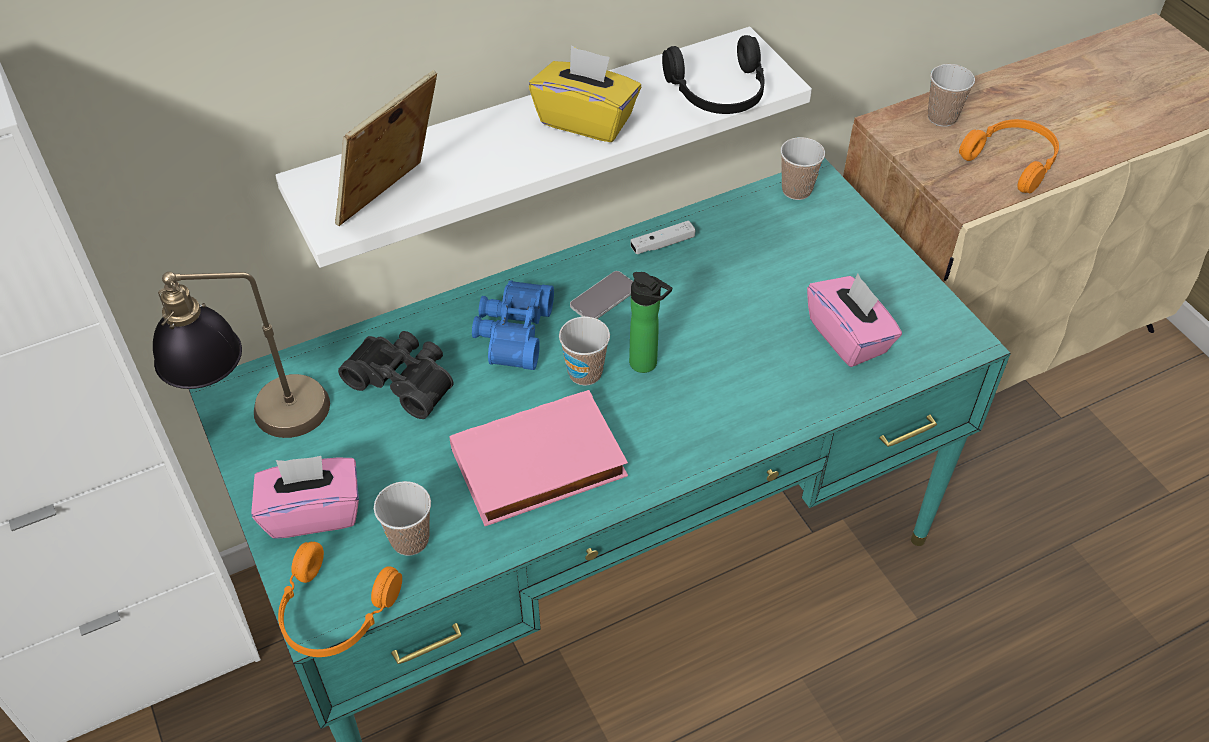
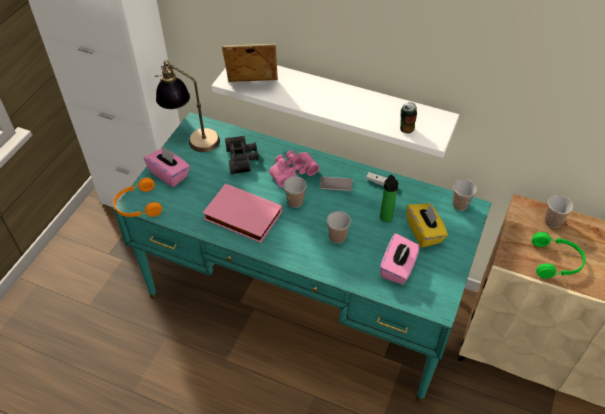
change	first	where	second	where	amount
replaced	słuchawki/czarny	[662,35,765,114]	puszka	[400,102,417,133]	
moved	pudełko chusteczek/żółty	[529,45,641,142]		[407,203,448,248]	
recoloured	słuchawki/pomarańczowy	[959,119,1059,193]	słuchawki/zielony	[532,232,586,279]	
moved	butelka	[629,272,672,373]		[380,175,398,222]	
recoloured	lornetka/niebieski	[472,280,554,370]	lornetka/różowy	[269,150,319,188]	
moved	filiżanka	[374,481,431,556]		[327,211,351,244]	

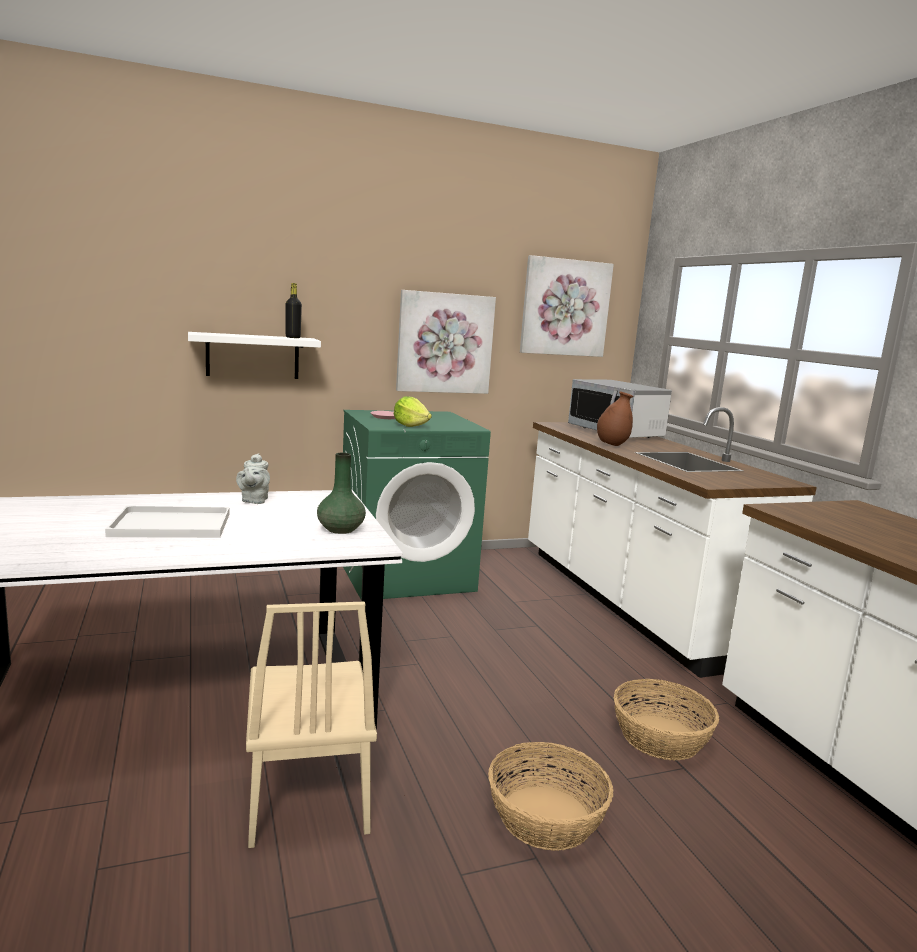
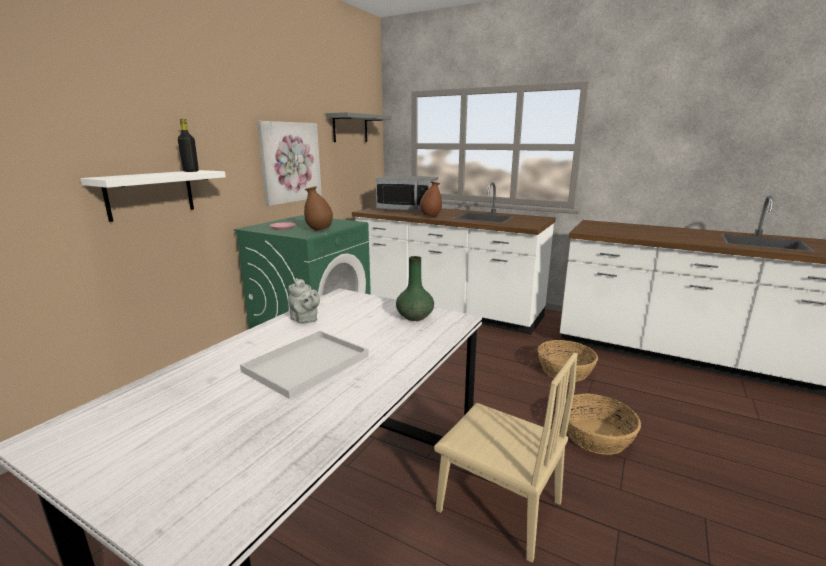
change	first	where	second	where	amount
replaced	obraz	[520,255,614,357]	półka/szary	[326,112,392,142]	
replaced	sałata	[394,396,432,427]	wazon/brązowy	[304,186,333,231]	

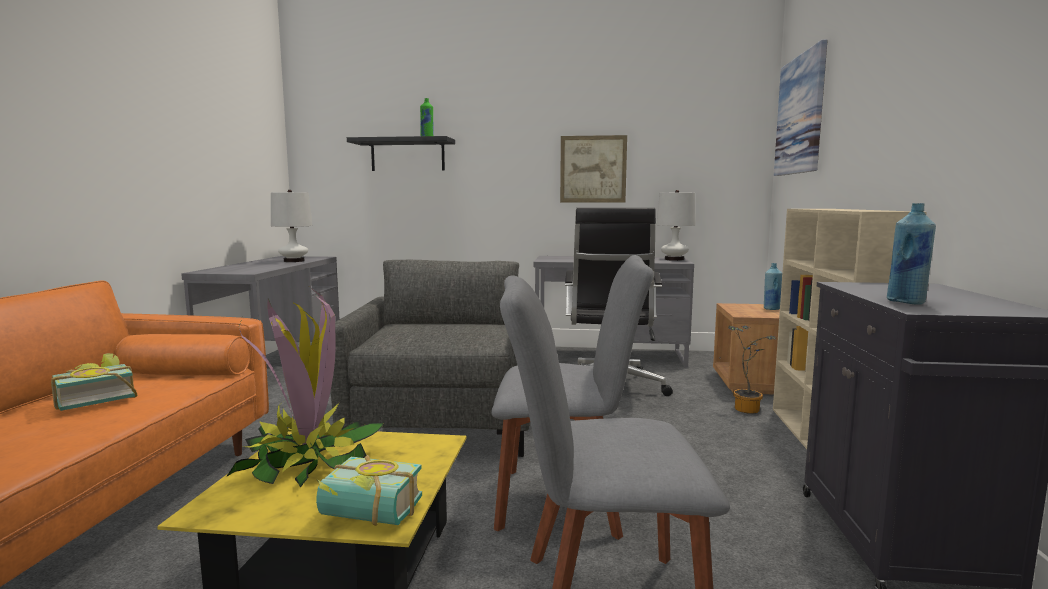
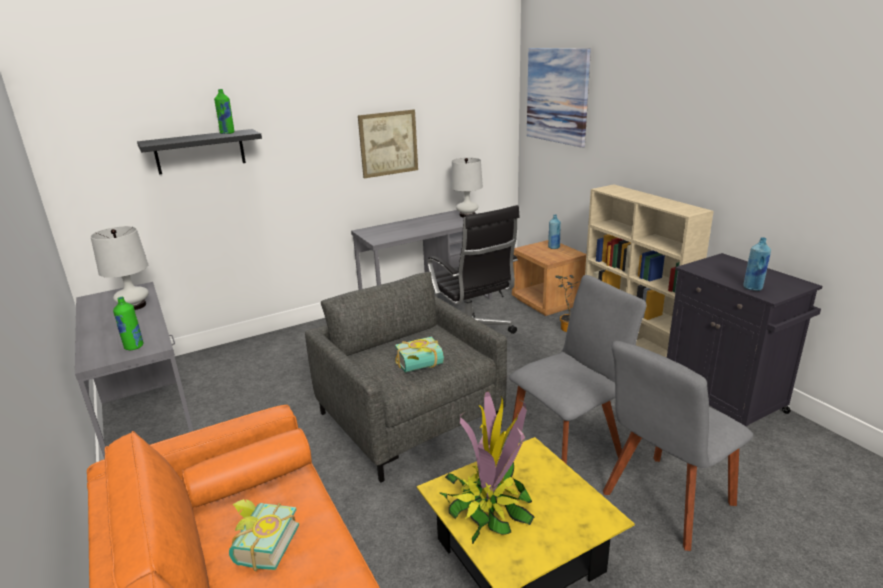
change	first	where	second	where	amount
moved	książka	[316,455,422,526]		[395,337,444,373]	
added			butelka/zielony	[113,297,144,350]	

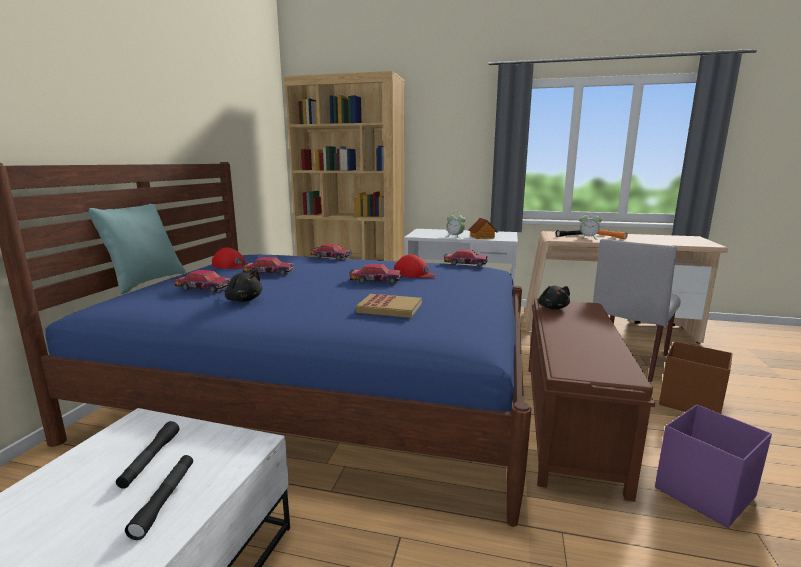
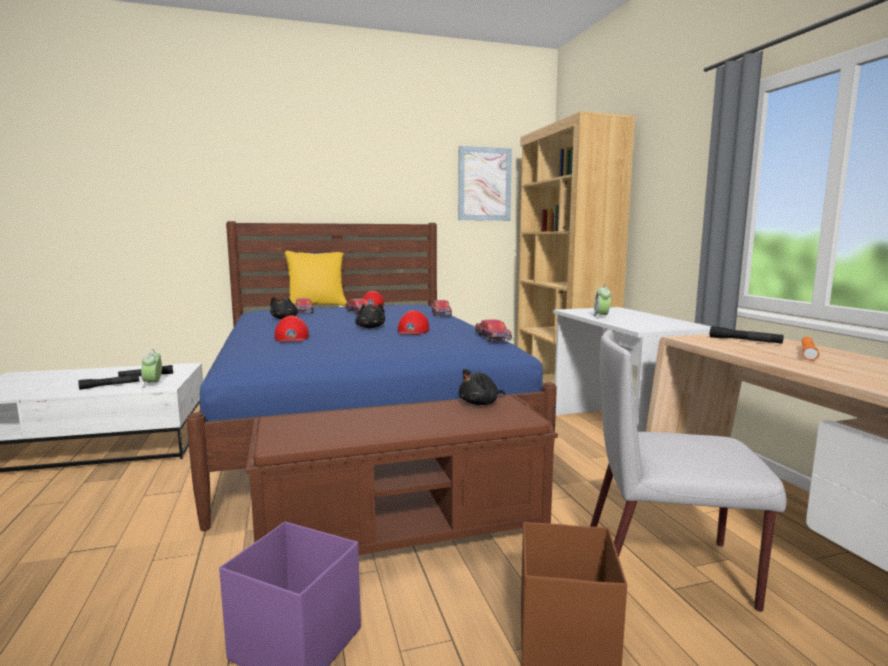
change	first	where	second	where	amount
recoloured	poduszka/turkusowy	[87,204,186,294]	poduszka/żółty	[284,251,347,306]	
moved	budzik	[579,212,602,240]		[141,349,162,388]	
removed	domek	[469,218,498,239]			
replaced	samochodzik	[349,264,401,284]	pluszak/czarny	[355,303,385,328]	
replaced	książka	[356,294,422,318]	czapka z daszkiem/czerwony	[274,316,309,343]	
added			obraz	[458,146,512,221]	

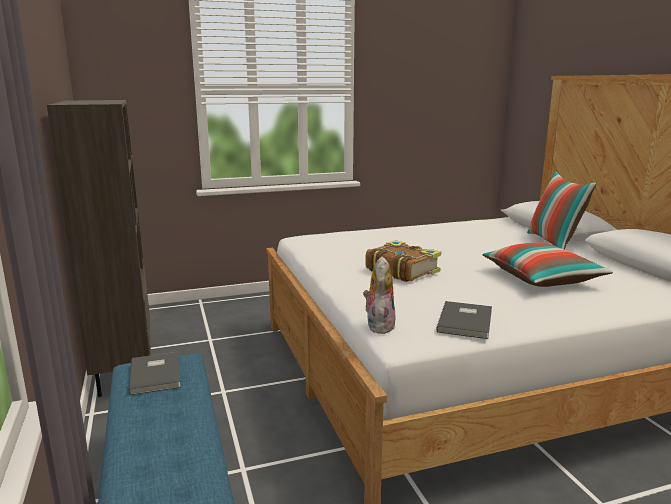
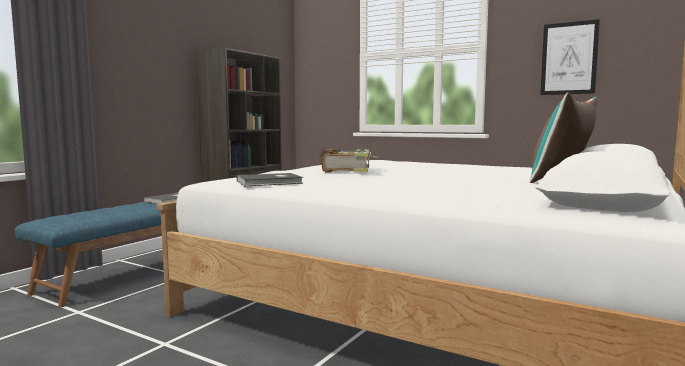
change	first	where	second	where	amount
removed	poduszka	[482,242,613,287]			
removed	pluszak	[363,256,395,334]			
added			obraz	[540,19,600,95]	

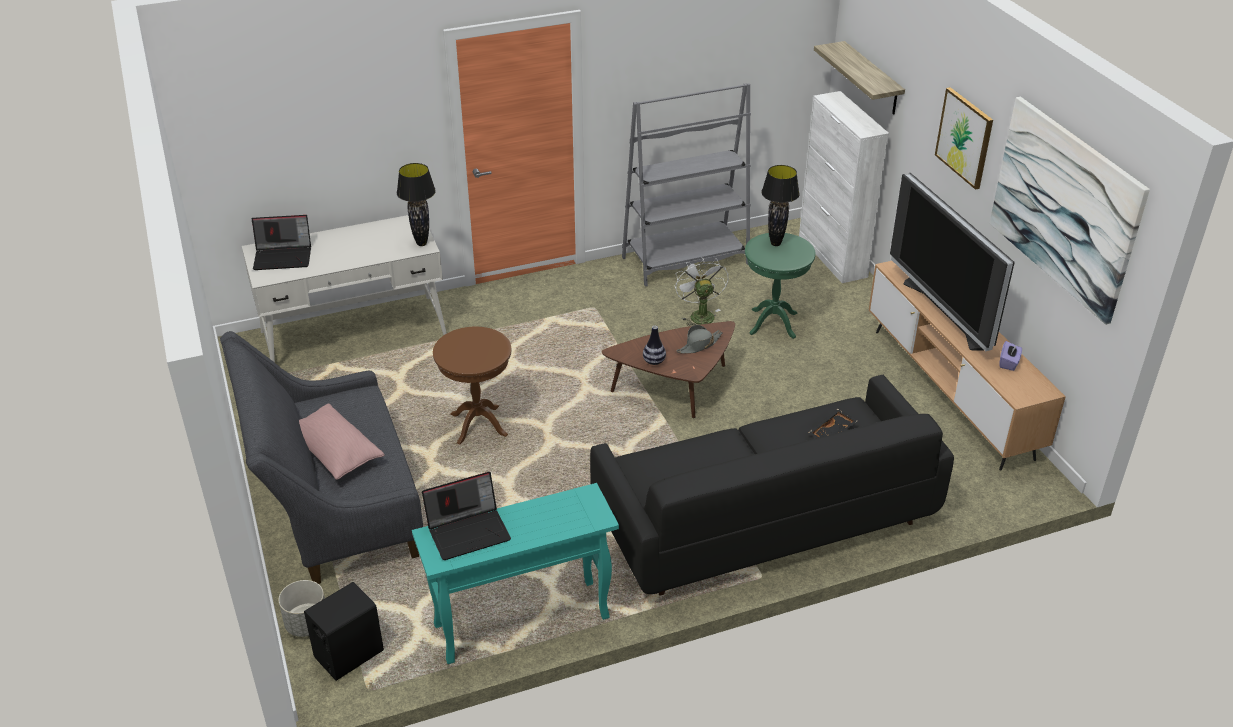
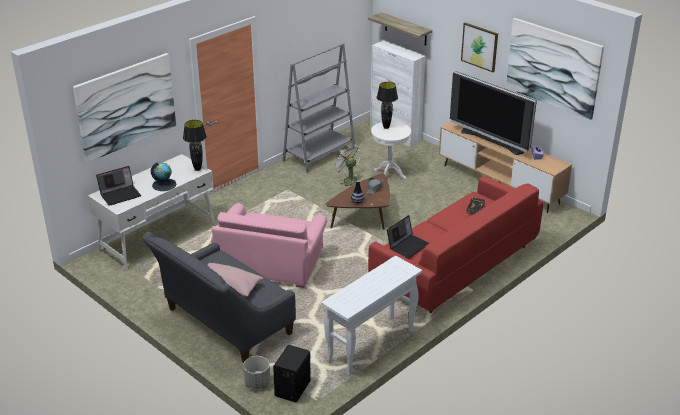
change	first	where	second	where	amount
recoloured	stolik/zielony	[745,233,816,339]	stolik/biały	[371,121,411,179]	
replaced	stolik/brązowy	[433,327,511,444]	fotel/różowy	[211,203,327,288]	
recoloured	kanapa/czarny	[590,375,954,596]	kanapa/czerwony	[368,176,543,313]	
moved	laptop	[422,472,511,560]		[387,215,429,259]	
recoloured	stolik konsolowy/turkusowy	[412,483,619,664]	stolik konsolowy/biały	[321,255,422,376]	
added			obraz	[73,53,176,163]	
added			globus	[151,162,176,191]	

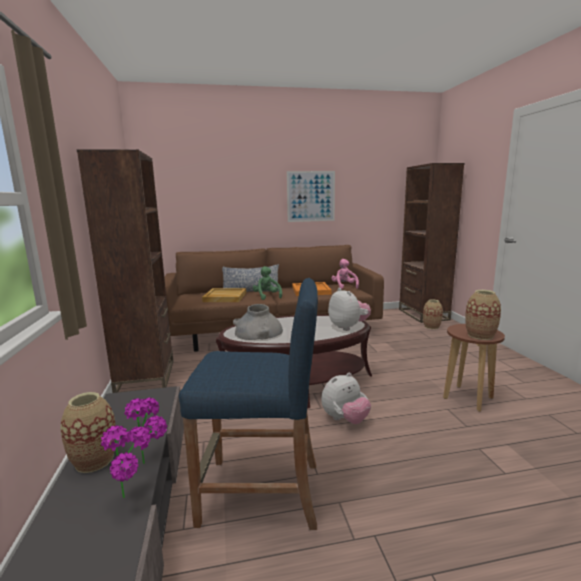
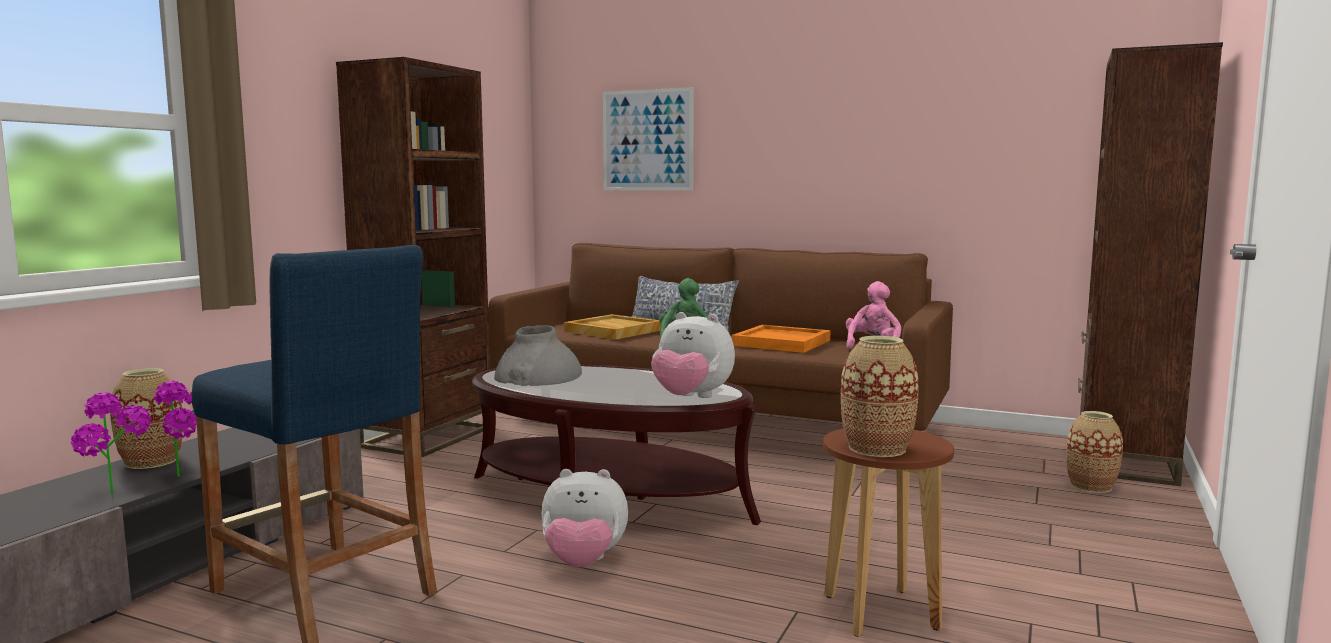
change	first	where	second	where	amount
moved	obraz	[287,171,335,222]		[603,87,694,191]	
turned	pluszak	[328,288,371,331]		[651,312,735,398]	105 degrees clockwise

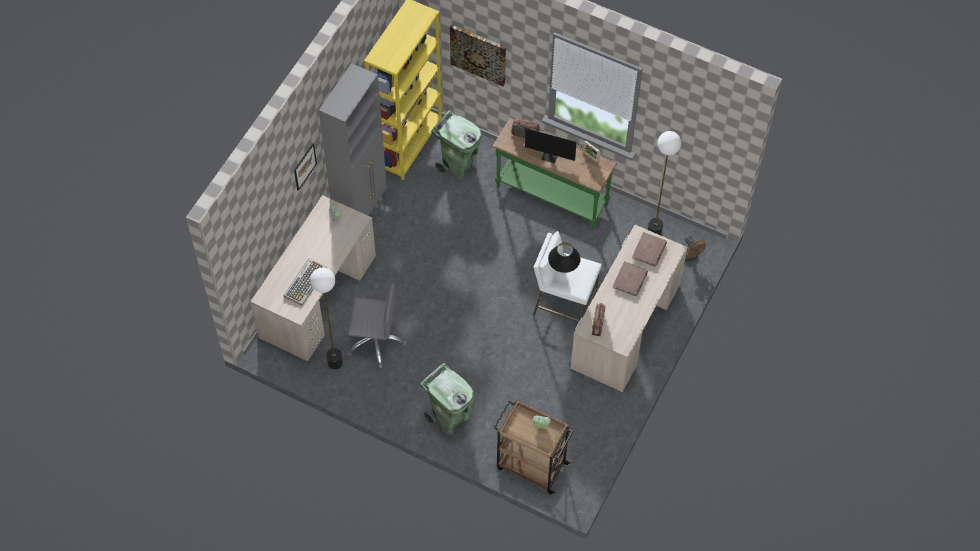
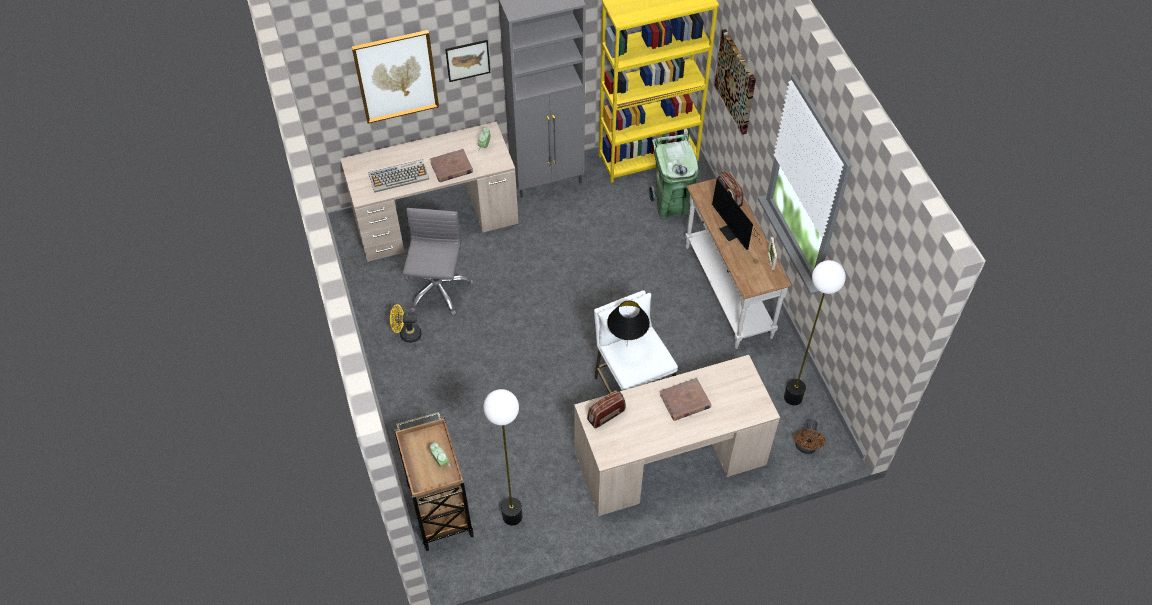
change	first	where	second	where	amount
recoloured	stolik konsolowy/zielony	[492,118,617,230]	stolik konsolowy/biały	[685,178,791,349]	
moved	książka/brązowy	[632,232,667,266]		[430,149,473,182]	
moved	lampa stojąca	[310,268,343,369]		[483,389,523,525]	
turned	krzesło biurowe/szary	[347,283,407,368]		[402,208,474,316]	135 degrees counterclockwise
removed	kosz na śmieci/zielony	[420,363,475,435]			
added			obraz	[352,30,439,124]	
added			wentylator/żółty	[390,304,421,343]	

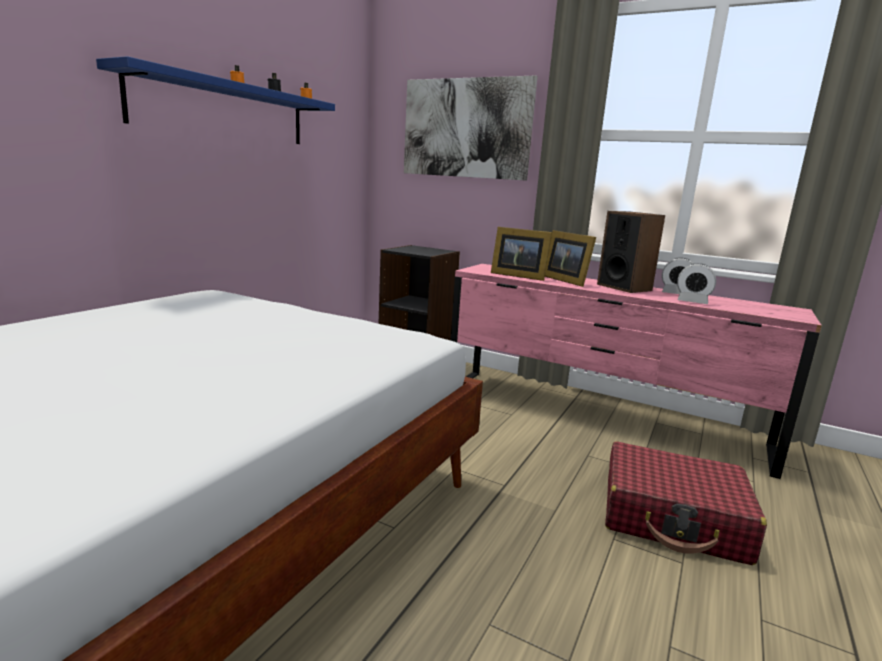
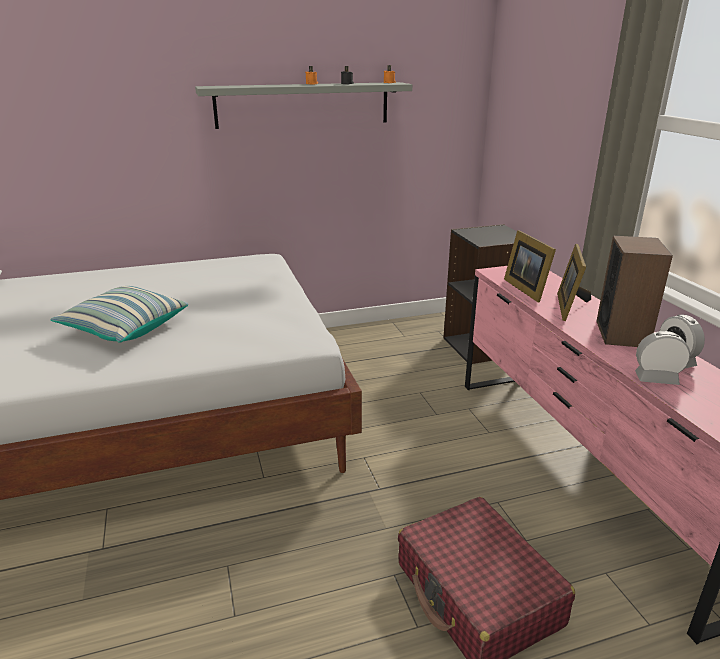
change	first	where	second	where	amount
recoloured	półka/niebieski	[96,56,335,144]	półka/szary	[195,82,412,129]	
removed	obraz	[404,76,538,181]			
turned	budzik	[677,263,716,304]		[635,331,690,385]	120 degrees clockwise
added			poduszka	[51,286,188,343]	

